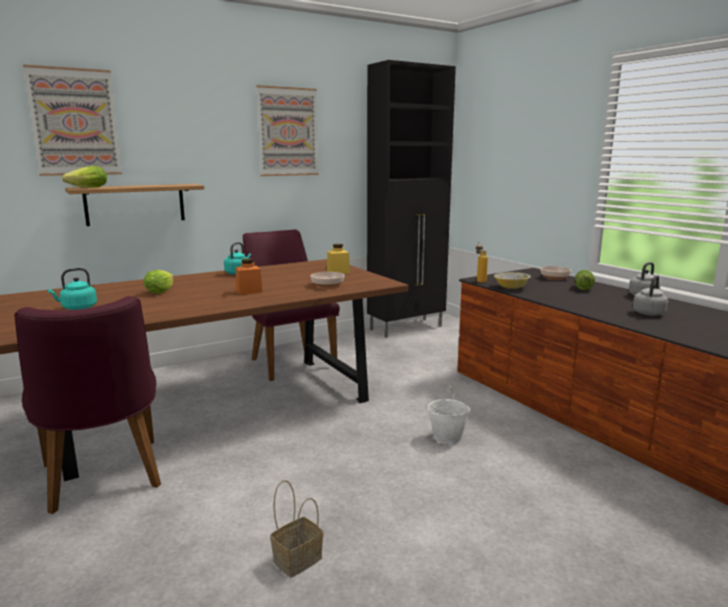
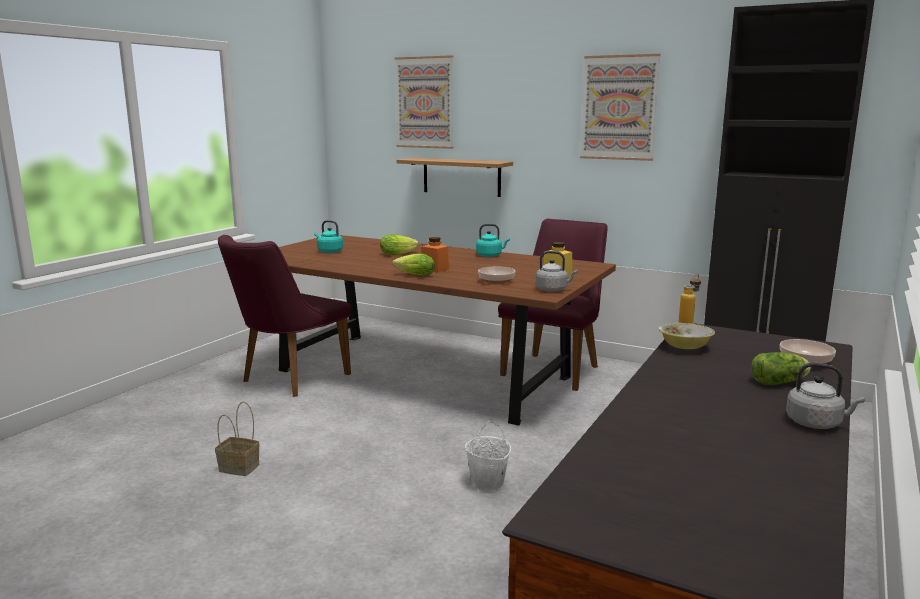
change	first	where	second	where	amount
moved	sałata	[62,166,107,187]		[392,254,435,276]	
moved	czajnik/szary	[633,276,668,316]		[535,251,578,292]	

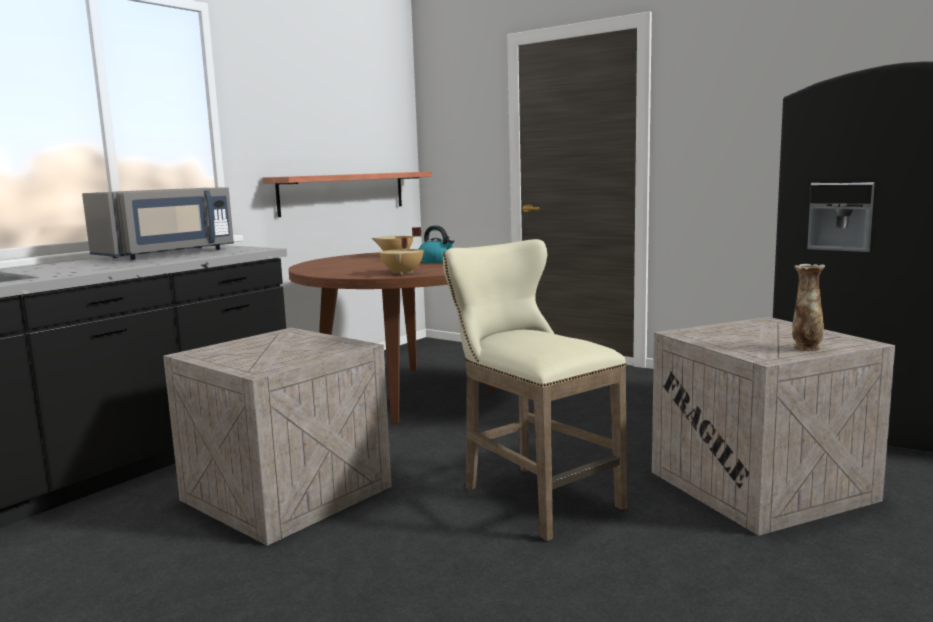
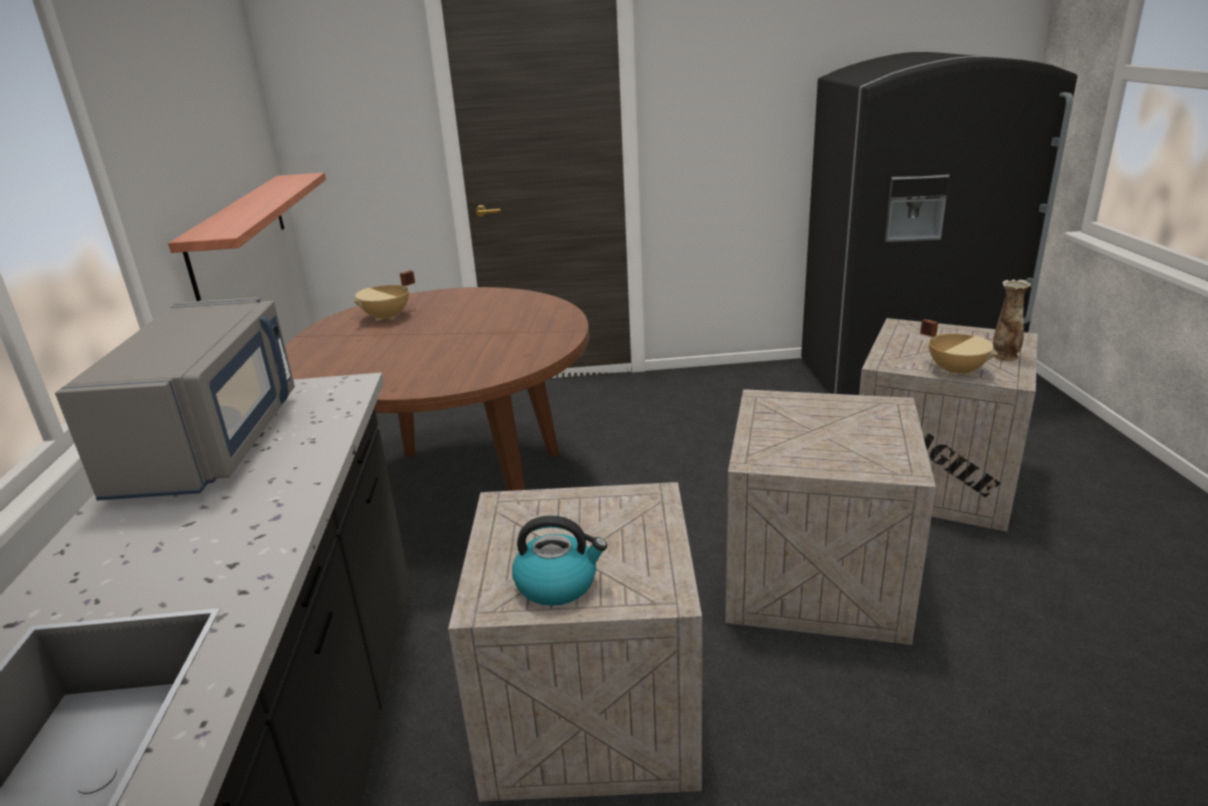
change	first	where	second	where	amount
moved	czajnik	[419,225,454,263]		[512,516,607,606]	
moved	garnek/beżowy	[379,237,424,275]		[920,319,998,376]	
replaced	stołek/beżowy	[443,239,627,541]	skrzynka	[725,389,936,645]	

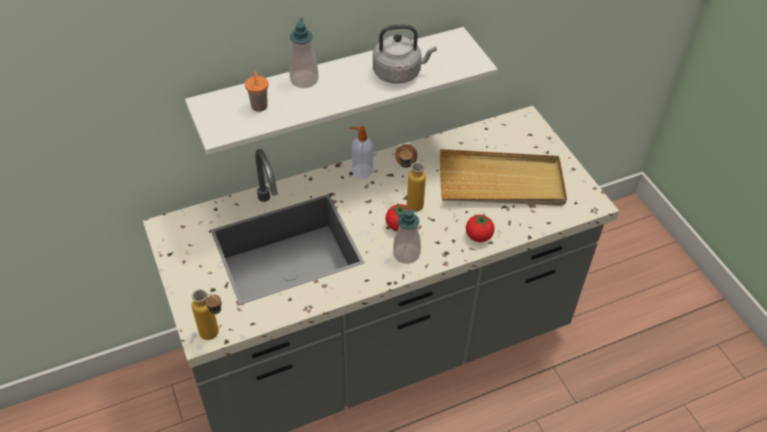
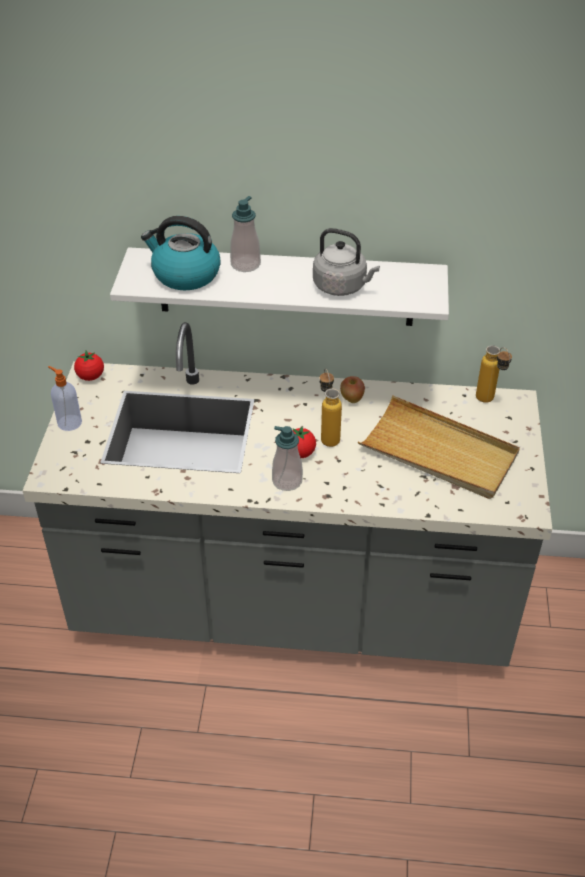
change	first	where	second	where	amount
replaced	filiżanka/pomarańczowy	[245,71,268,112]	czajnik	[141,216,221,290]	
moved	dozownik mydła	[349,126,373,179]		[48,366,82,431]	
moved	pomidor	[466,213,495,242]		[74,351,104,381]	
moved	butelka	[192,289,222,340]		[476,346,512,403]	

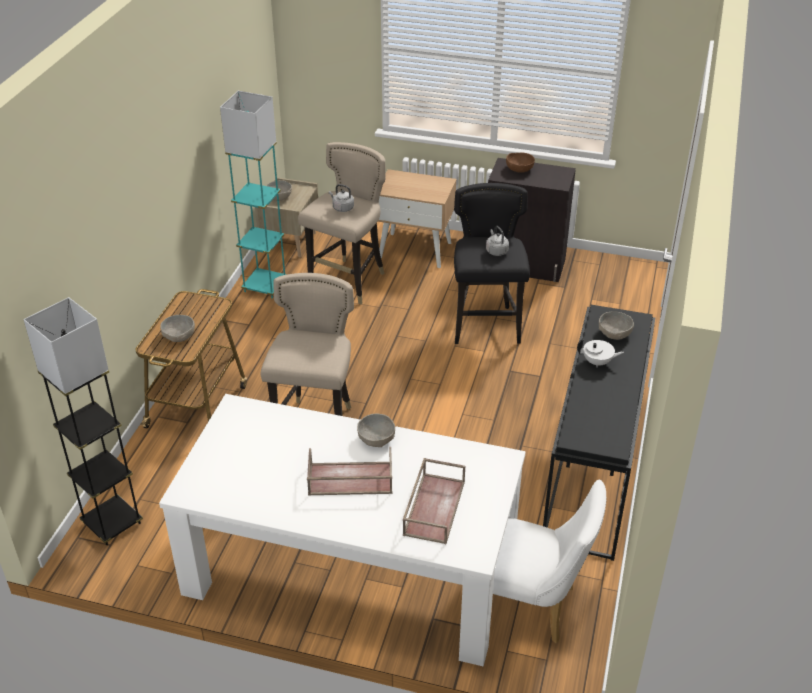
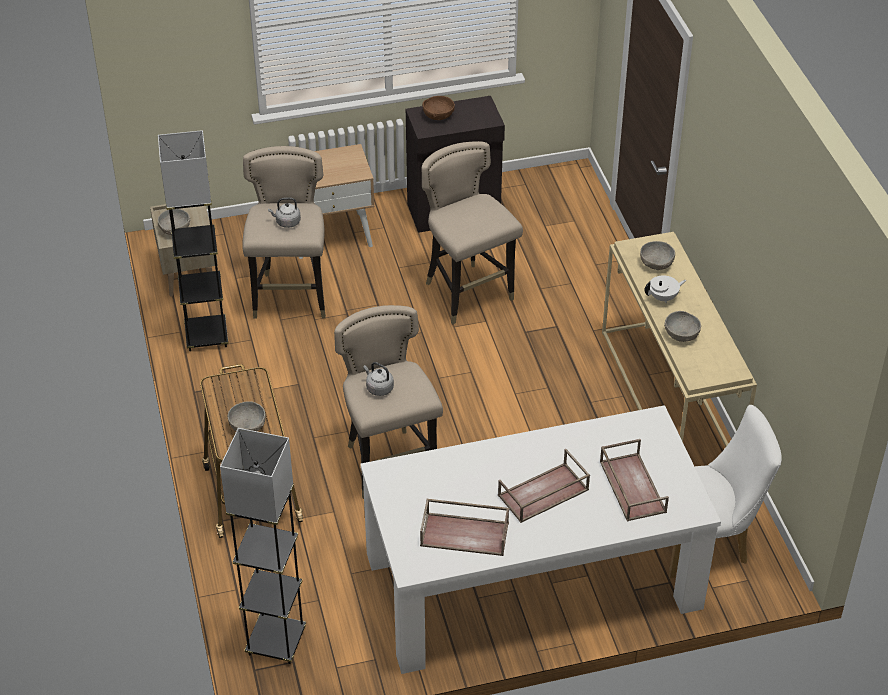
change	first	where	second	where	amount
recoloured	lampa stojąca/turkusowy	[220,91,287,298]	lampa stojąca/szary	[158,130,229,351]	
recoloured	stołek/czarny	[454,183,530,344]	stołek/beżowy	[422,141,523,325]	
moved	czajnik/szary	[486,226,509,256]		[363,362,394,396]	
recoloured	stolik konsolowy/czarny	[543,305,655,561]	stolik konsolowy/beżowy	[602,232,757,447]	
moved	miska/szary	[357,414,395,447]		[664,311,701,342]	
added			taca/brązowy	[420,499,509,556]	

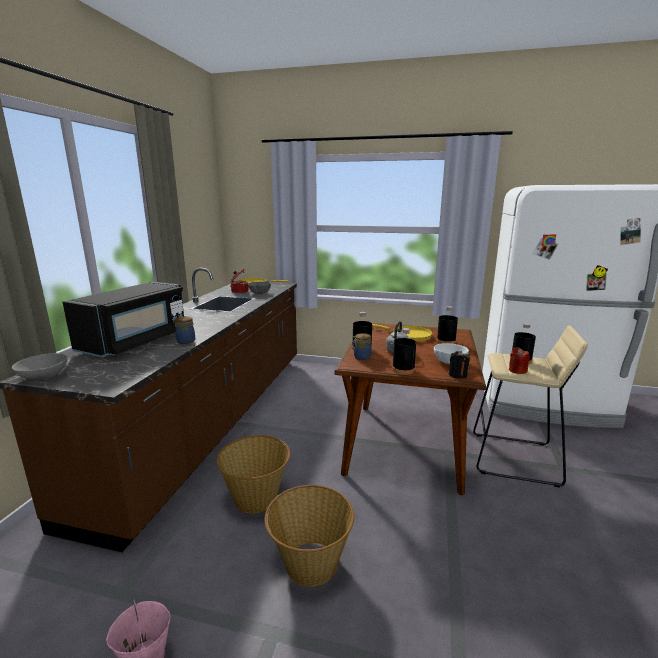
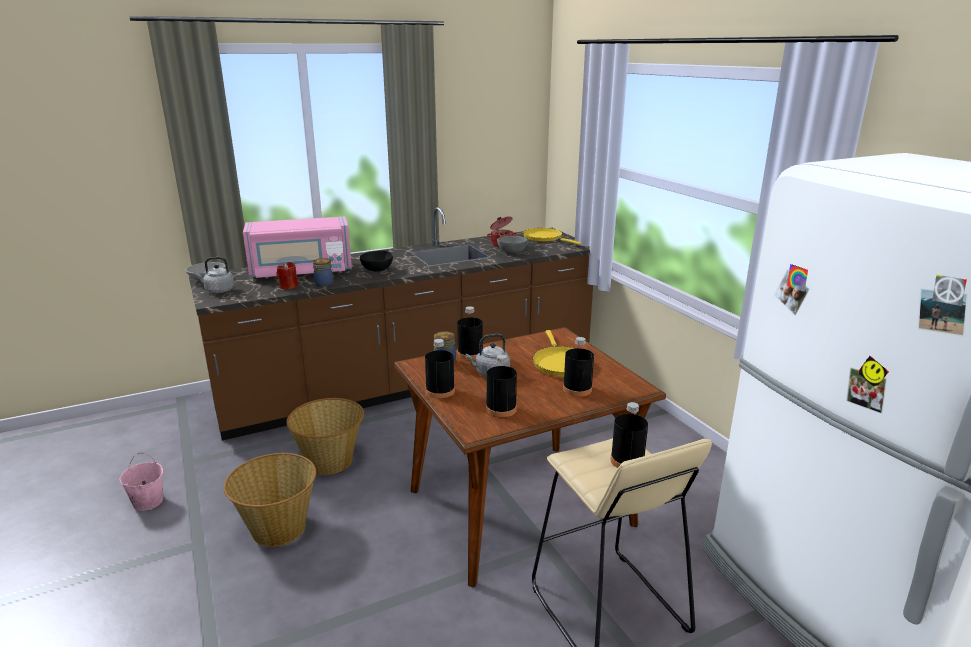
change	first	where	second	where	amount
recoloured	mikrofalówka/czarny	[63,281,184,357]	mikrofalówka/różowy	[243,216,352,279]	
replaced	miska/biały	[434,343,469,364]	butelka/czarny	[486,354,517,417]	
moved	świeca/czerwony	[509,347,530,374]		[277,262,298,289]	
removed	świeca/czarny	[449,351,470,379]			
added			miska/czarny	[360,250,393,272]	
added			czajnik/szary	[195,257,234,293]	

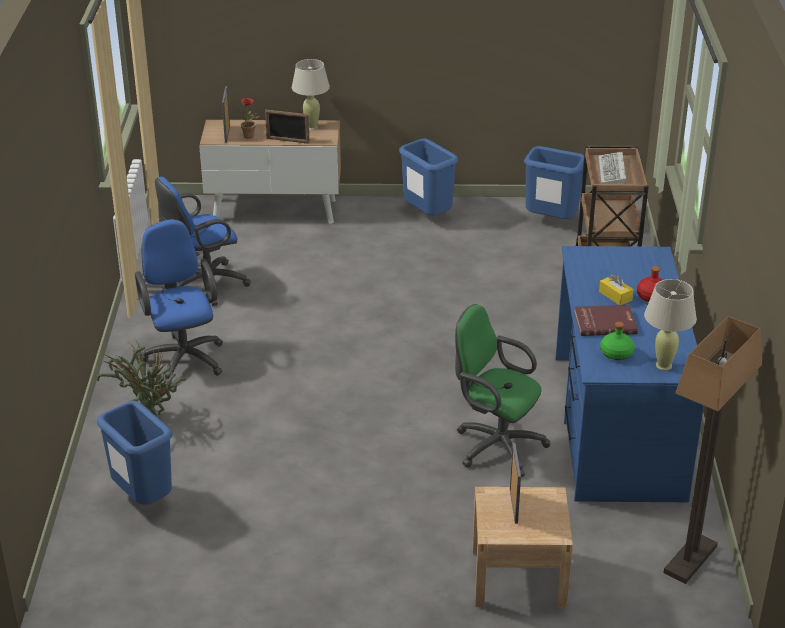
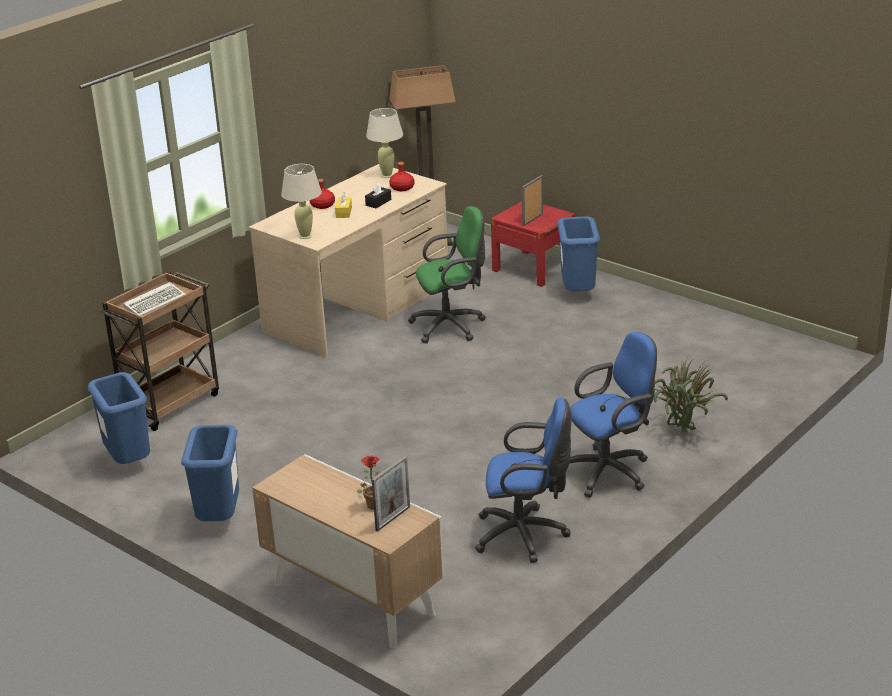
change	first	where	second	where	amount
moved	lampa stołowa/beżowy	[292,59,330,130]		[281,164,322,239]	
removed	ramka na zdjęcie	[265,109,310,144]			
turned	krzesło biurowe/niebieski	[135,219,223,383]		[569,332,657,498]	135 degrees counterclockwise
recoloured	biurko/niebieski	[555,246,704,502]	biurko/beżowy	[249,164,448,358]	
turned	krzesło biurowe/zielony	[455,304,551,477]		[408,206,486,344]	90 degrees counterclockwise
replaced	książka/czerwony	[574,305,638,336]	pudełko chusteczek/czarny	[365,182,391,208]	
recoloured	butelka/zielony	[600,322,634,360]	butelka/czerwony	[389,162,415,191]	
moved	kosz na śmieci/niebieski	[97,401,172,505]		[557,216,600,291]	
recoloured	szafka nocna/beżowy	[473,487,573,608]	szafka nocna/czerwony	[491,201,575,287]	

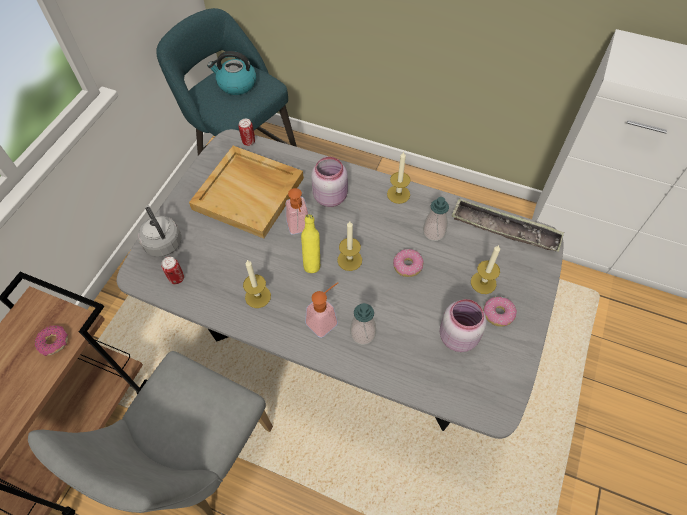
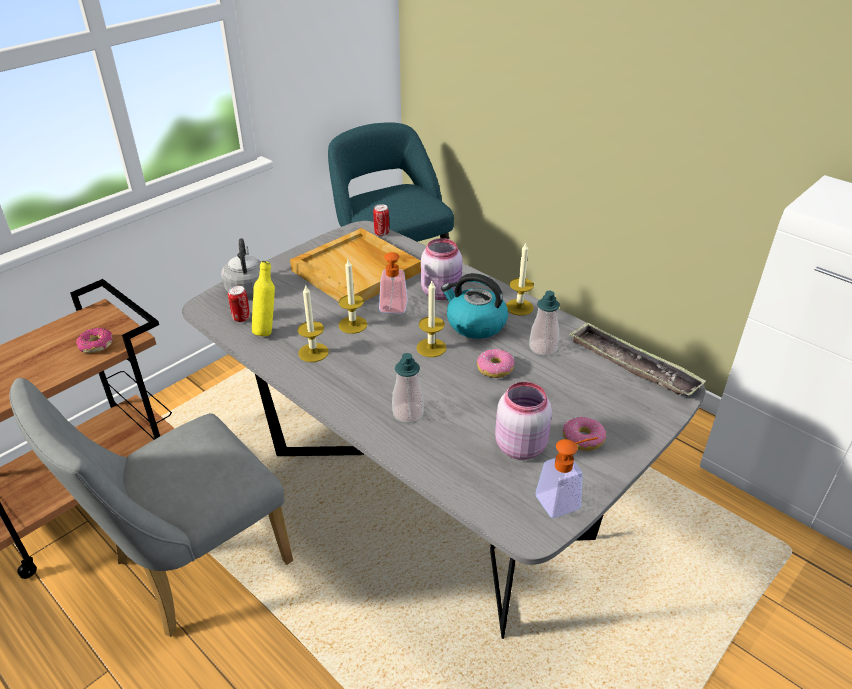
change	first	where	second	where	amount
moved	czajnik	[207,51,256,95]		[441,273,508,339]	
moved	butelka/żółty	[301,214,320,273]		[252,261,275,336]	
moved	świeca	[471,245,500,294]		[339,259,367,334]	
moved	dozownik mydła	[305,282,338,338]		[535,437,598,518]	

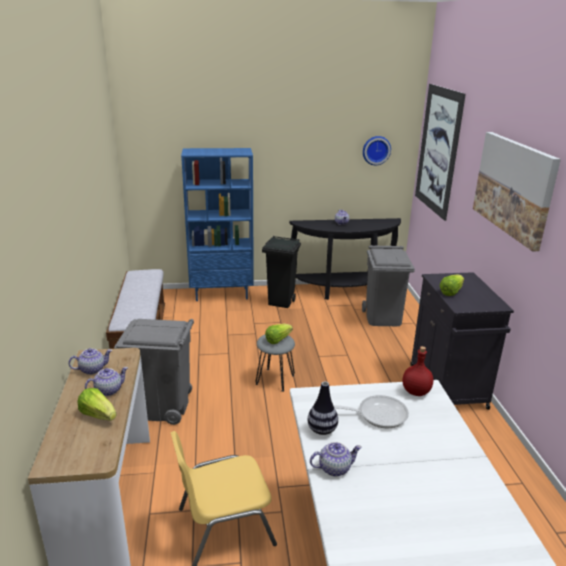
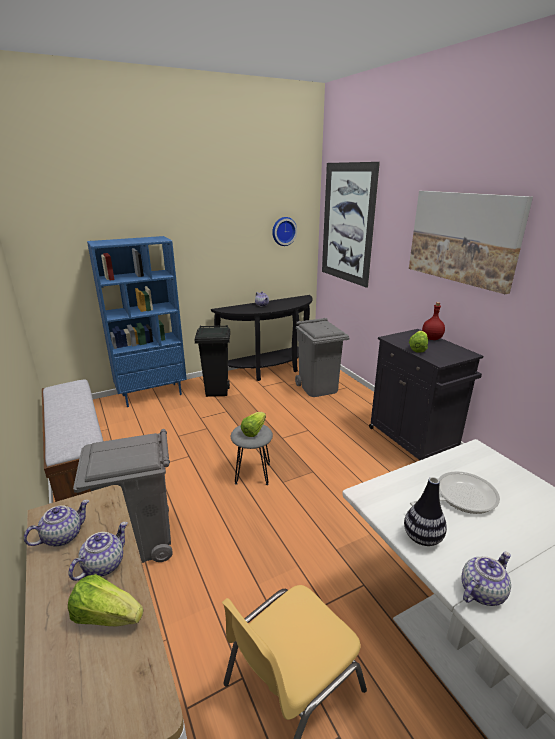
change	first	where	second	where	amount
moved	butelka/czerwony	[403,346,433,396]		[422,302,445,340]	

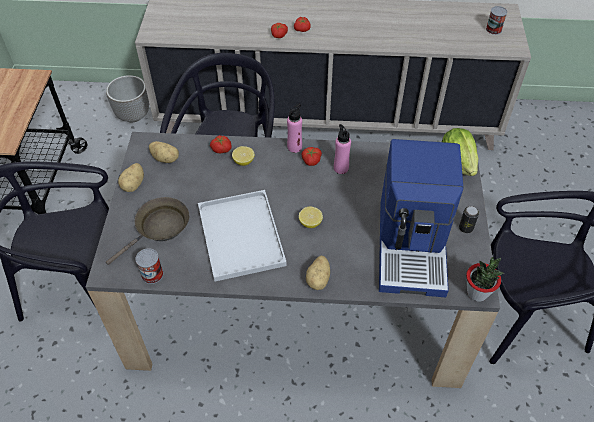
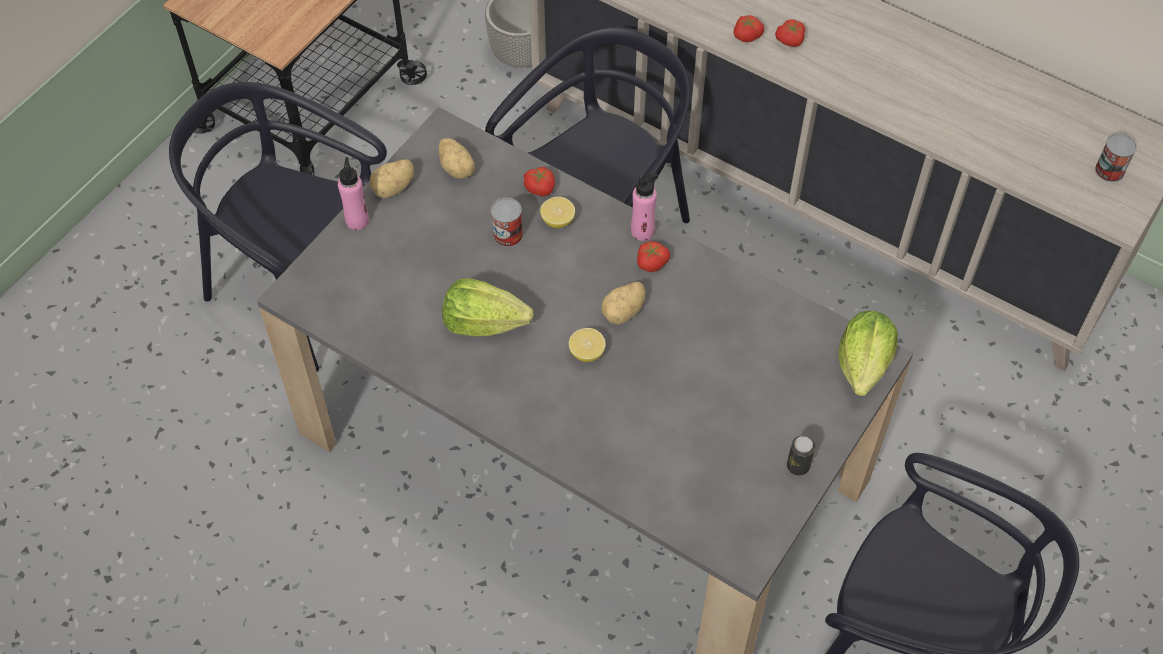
change	first	where	second	where	amount
moved	butelka/różowy	[334,124,351,174]		[338,157,369,230]	
removed	ekspres do kawy	[379,139,463,297]			
replaced	taca/biały	[198,190,287,282]	sałata	[442,278,534,336]	
removed	patelnia/brązowy	[106,197,189,265]			
moved	puszka	[136,248,163,284]		[491,198,523,247]	
moved	ziemniak	[306,256,330,290]		[601,282,646,325]	
removed	roślina doniczkowa	[466,257,504,301]			

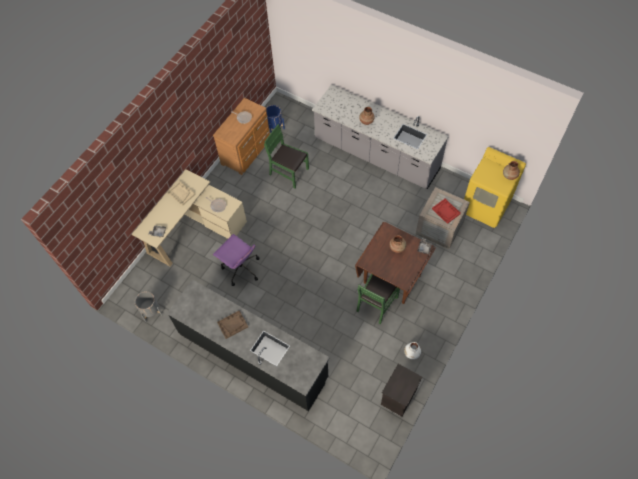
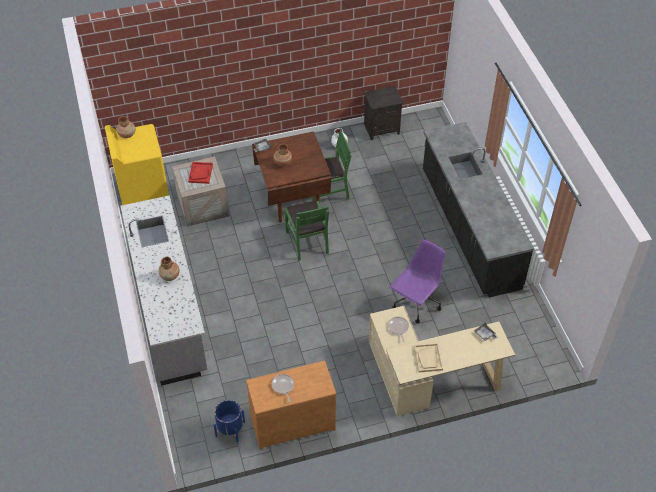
change	first	where	second	where	amount
moved	krzesło/zielony	[264,124,309,188]		[285,201,329,261]	
turned	krzesło biurowe/fioletowy	[213,234,259,286]		[390,239,446,323]	45 degrees clockwise
removed	donica/szary	[135,291,163,322]			
removed	taca/brązowy	[217,310,248,339]			

